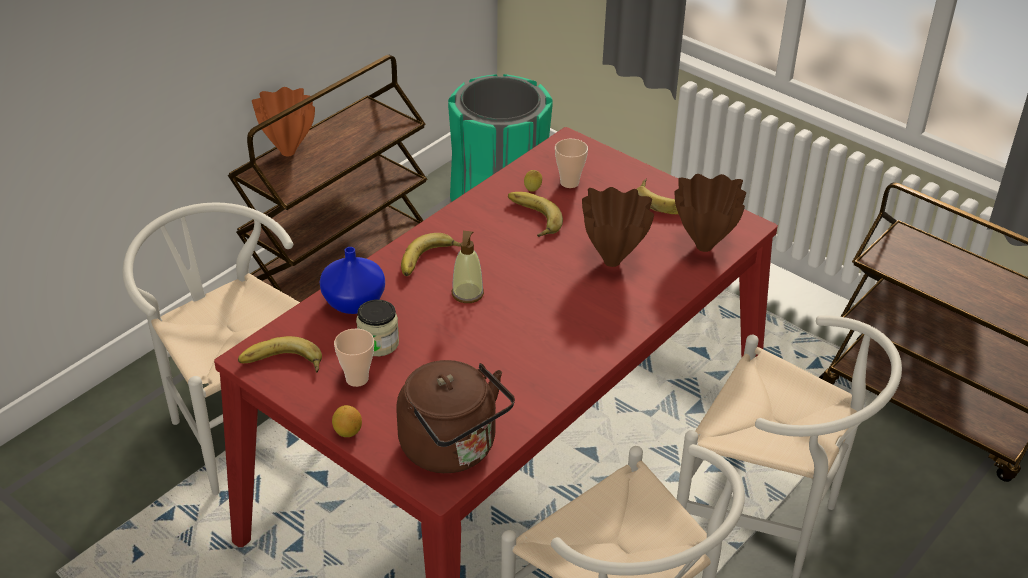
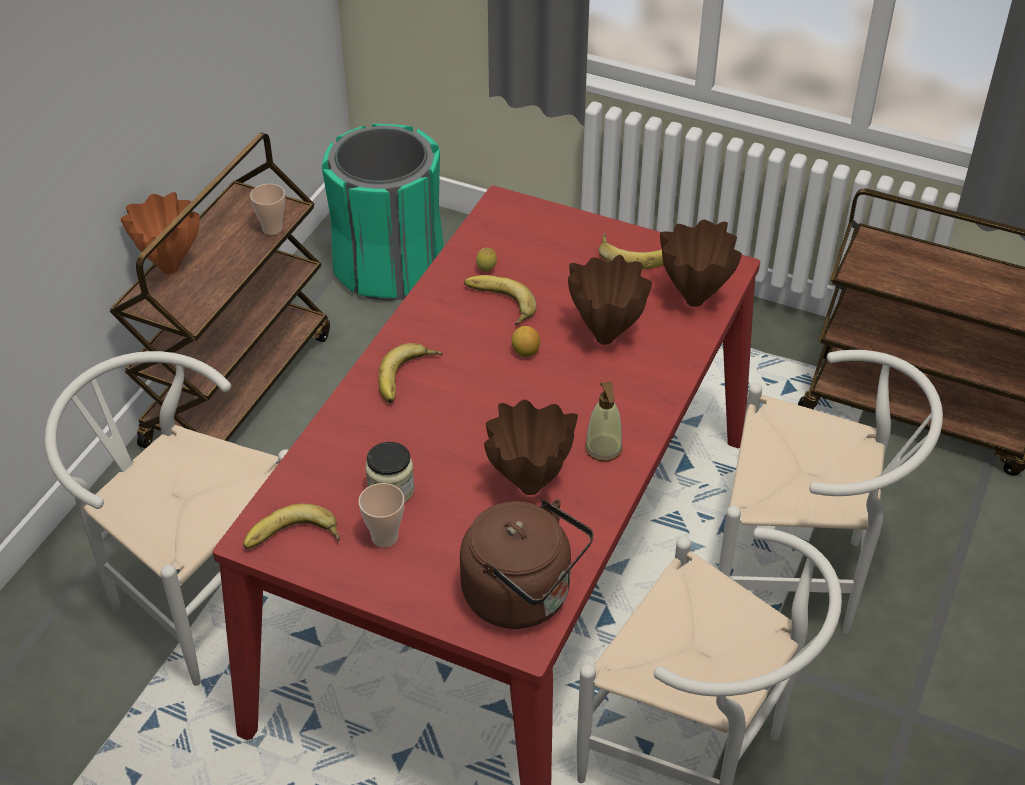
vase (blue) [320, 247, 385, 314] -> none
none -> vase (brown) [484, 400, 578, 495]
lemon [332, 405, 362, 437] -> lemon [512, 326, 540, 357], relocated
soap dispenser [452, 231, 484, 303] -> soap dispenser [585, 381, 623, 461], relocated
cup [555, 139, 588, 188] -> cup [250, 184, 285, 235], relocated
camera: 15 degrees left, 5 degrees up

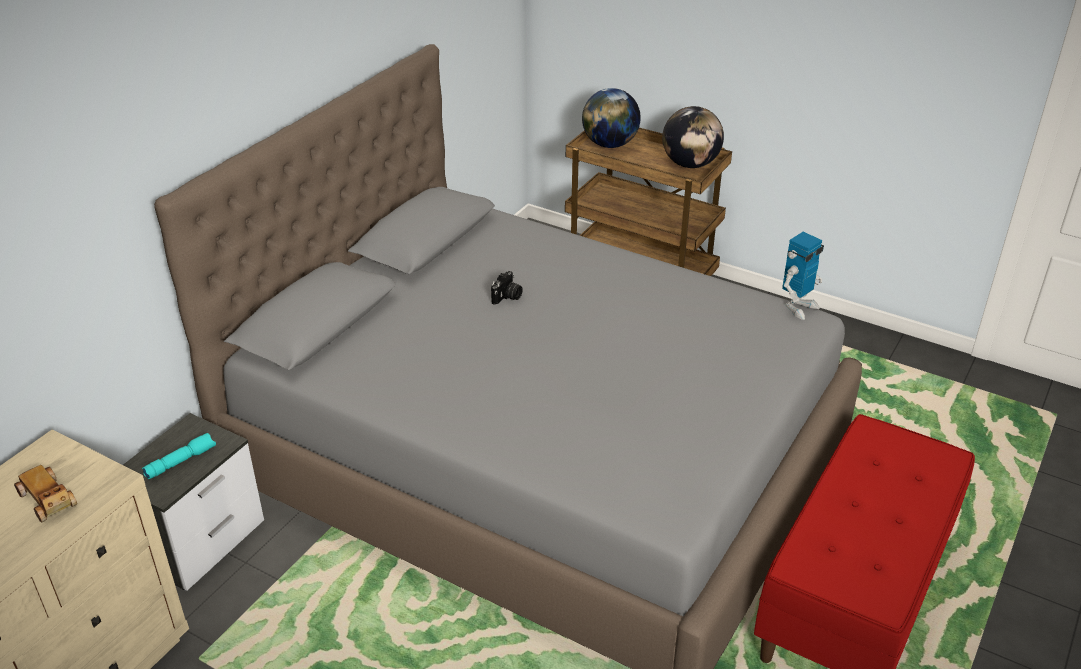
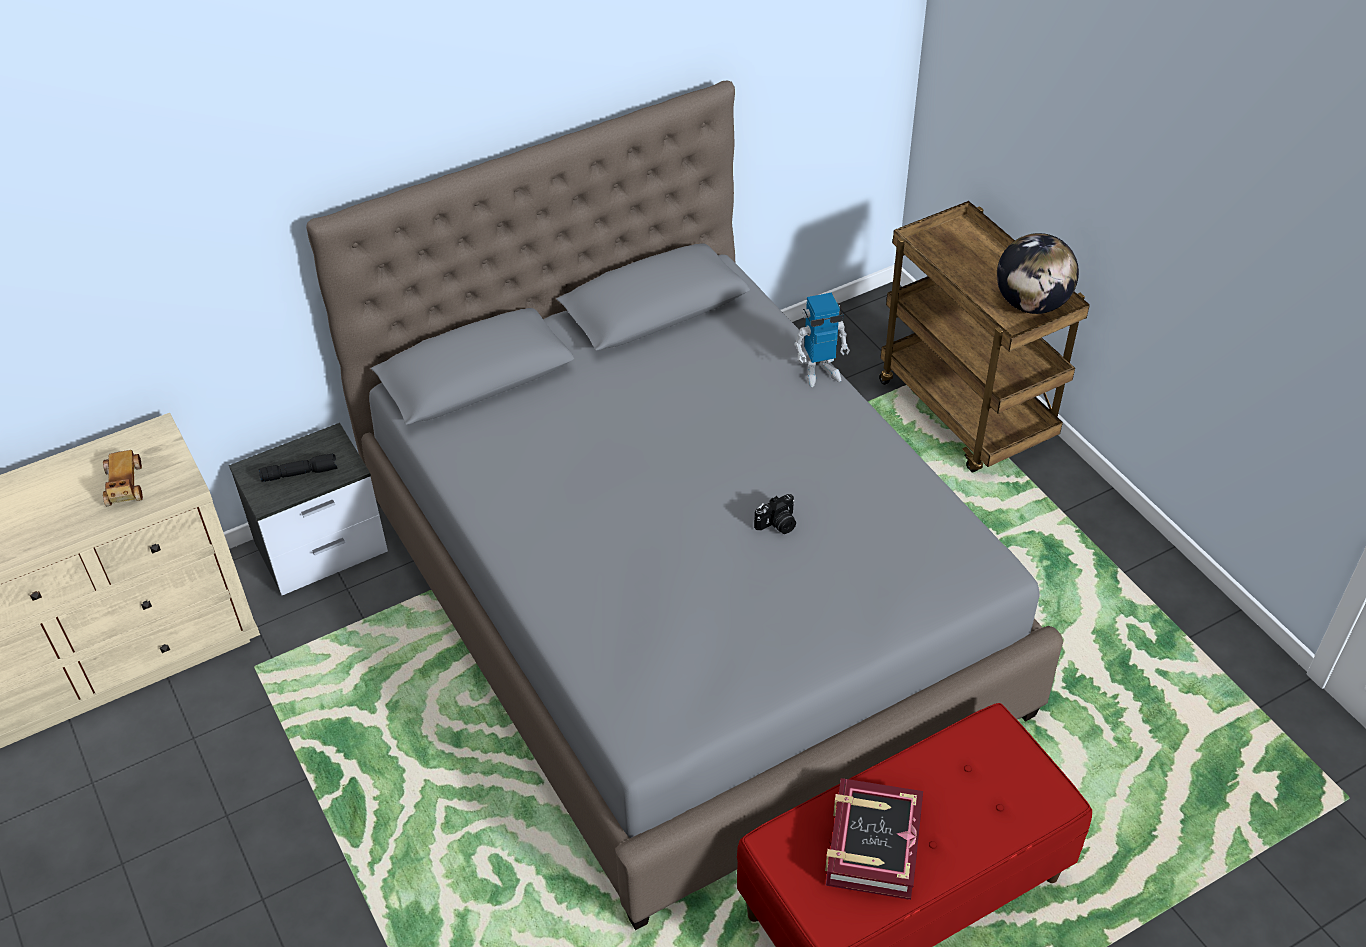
globe [582, 88, 641, 148] -> none
none -> book [825, 778, 923, 900]
photo camera [491, 271, 523, 305] -> photo camera [754, 494, 796, 534], relocated
toy robot [782, 232, 824, 320] -> toy robot [794, 293, 850, 387], relocated
flashlight (turquoise) [142, 433, 216, 480] -> flashlight (black) [259, 454, 338, 482]
camera: 30 degrees right, 10 degrees up

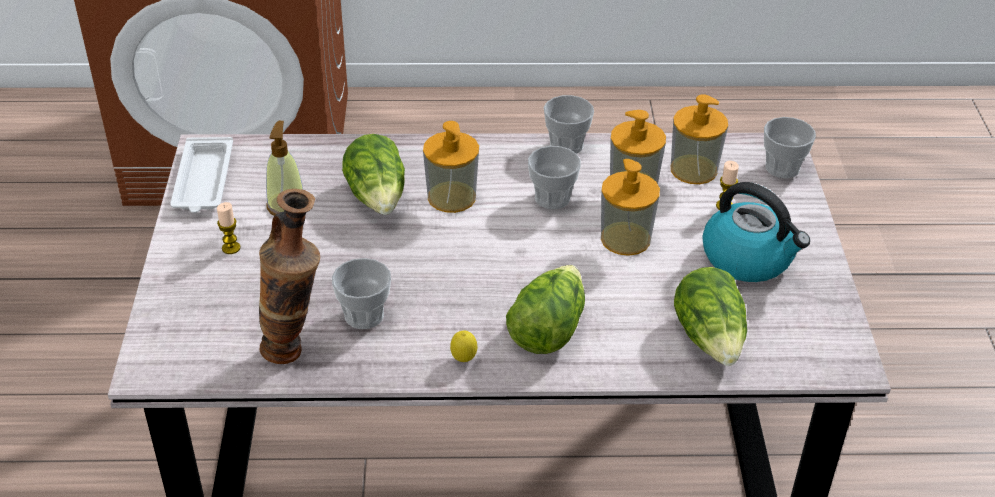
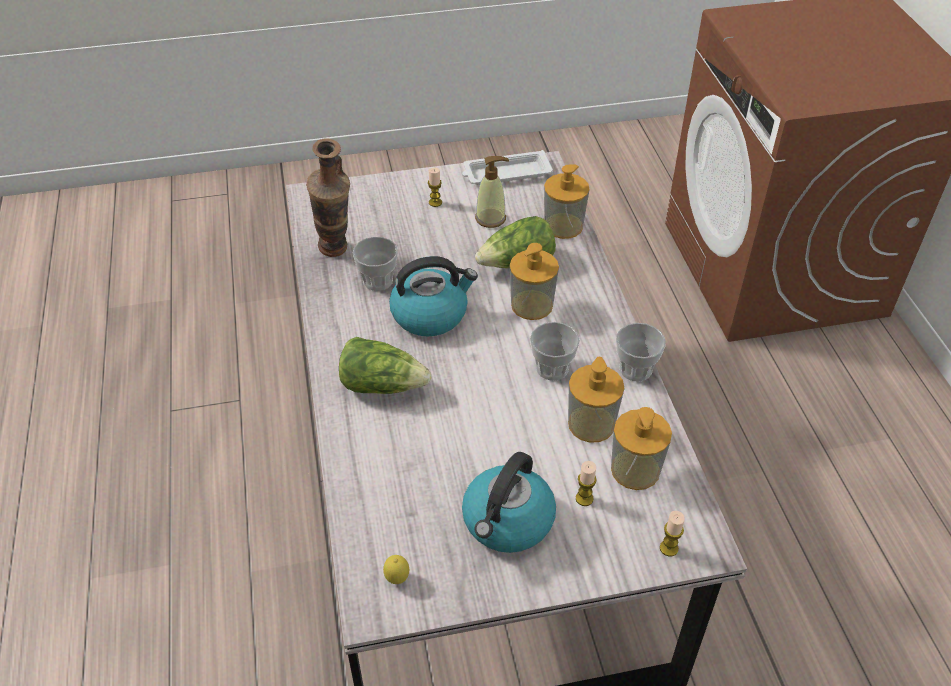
lettuce [674, 267, 747, 366] -> none
none -> kettle [389, 256, 478, 336]
lemon [450, 331, 477, 362] -> lemon [383, 555, 409, 584], relocated
soap dispenser [601, 159, 660, 256] -> soap dispenser [544, 165, 589, 239], relocated
cup [764, 117, 816, 178] -> candle [660, 511, 685, 557]
camera: 80 degrees right, 5 degrees up

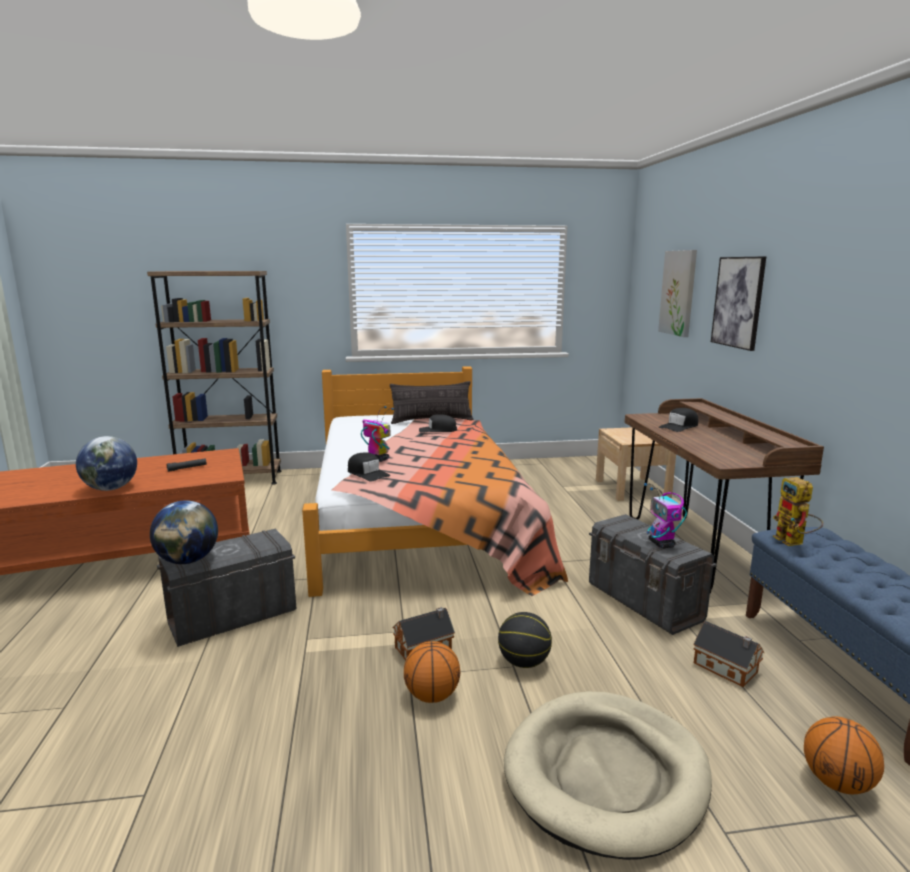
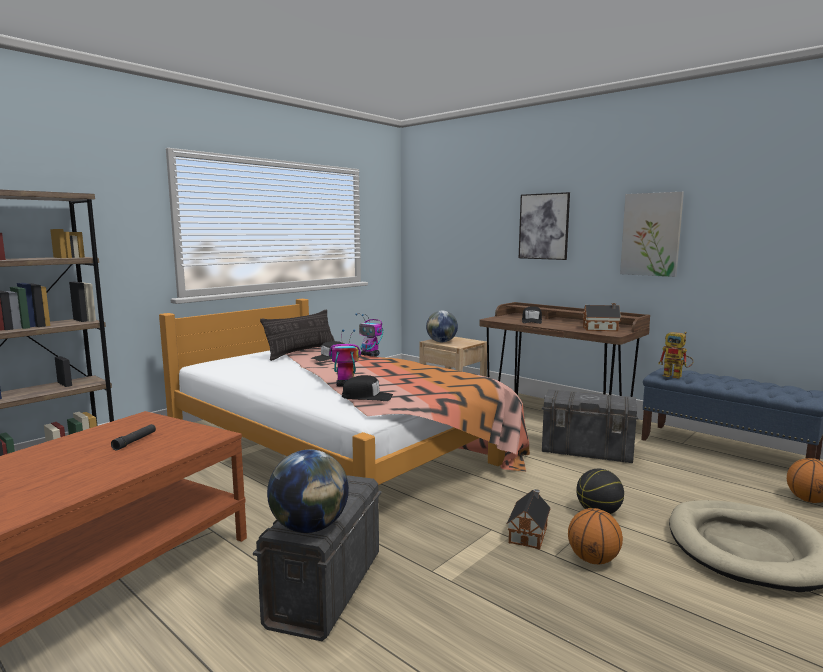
globe [76, 436, 137, 491] -> globe [426, 311, 458, 342], relocated
toy robot [644, 483, 687, 548] -> toy robot [355, 313, 383, 357], relocated
picture [658, 250, 697, 337] -> picture [620, 192, 684, 277], relocated
toy house [693, 621, 765, 687] -> toy house [583, 303, 621, 331], relocated
camera: 40 degrees left, 5 degrees down

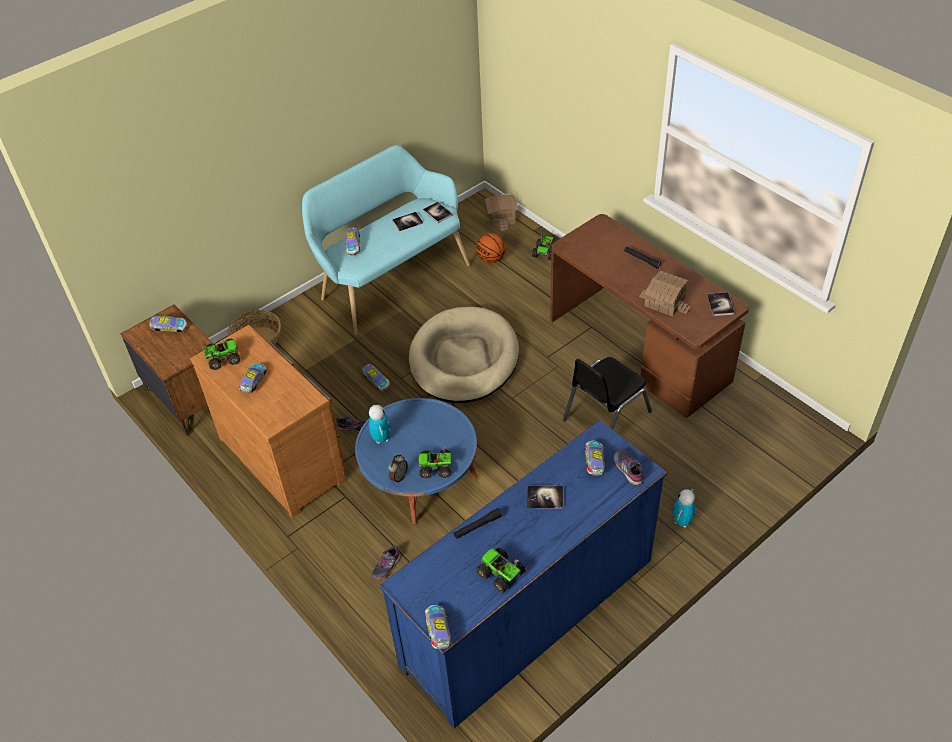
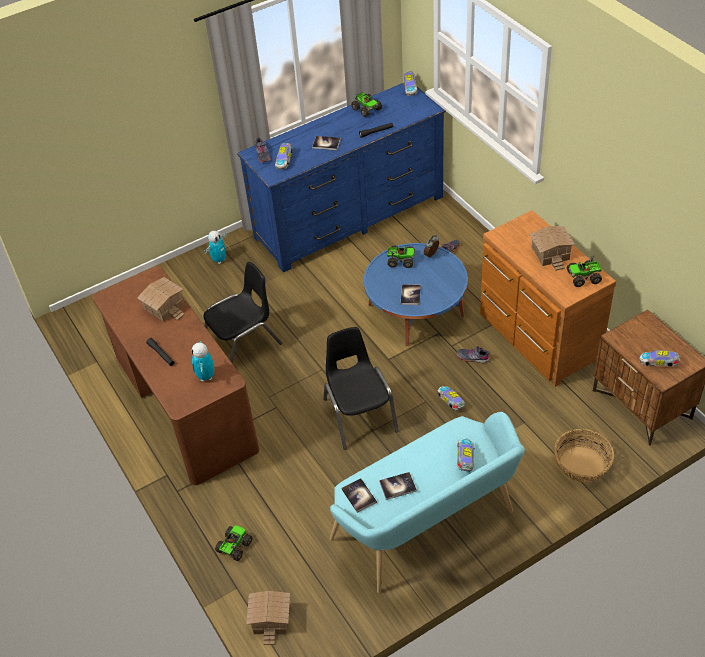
basketball [476, 233, 506, 263] -> none
toy robot [369, 404, 391, 444] -> toy robot [192, 341, 214, 381], relocated
book [707, 292, 735, 316] -> book [400, 284, 421, 305], relocated
toy car [239, 363, 267, 393] -> toy house [530, 226, 575, 271]
dog bed (beige) [409, 307, 519, 403] -> chair (black) [323, 327, 399, 450]
camera: 170 degrees left, 0 degrees up

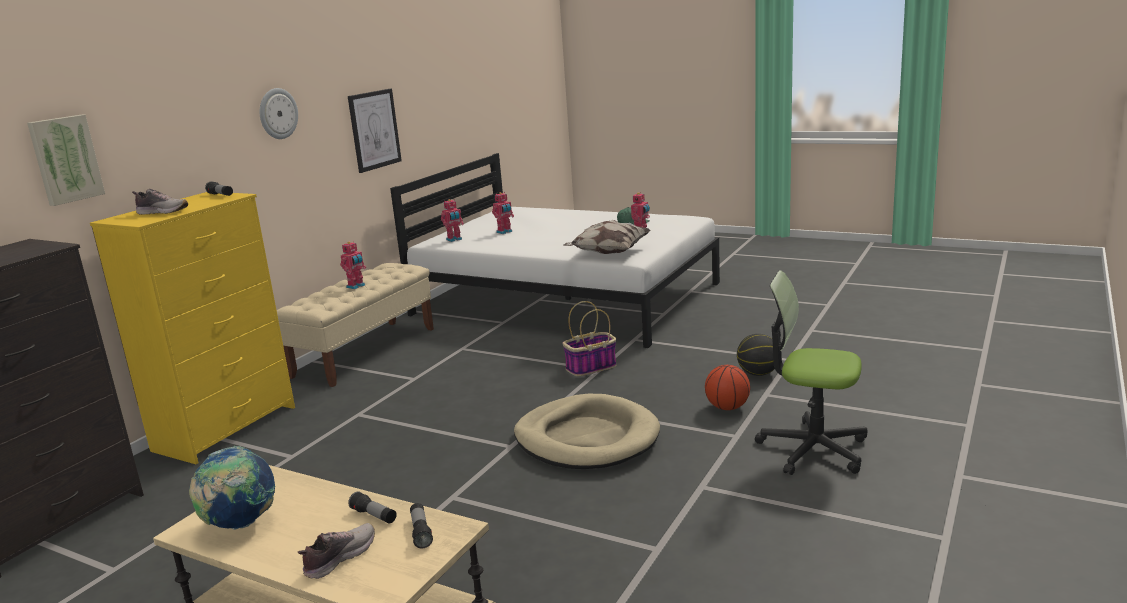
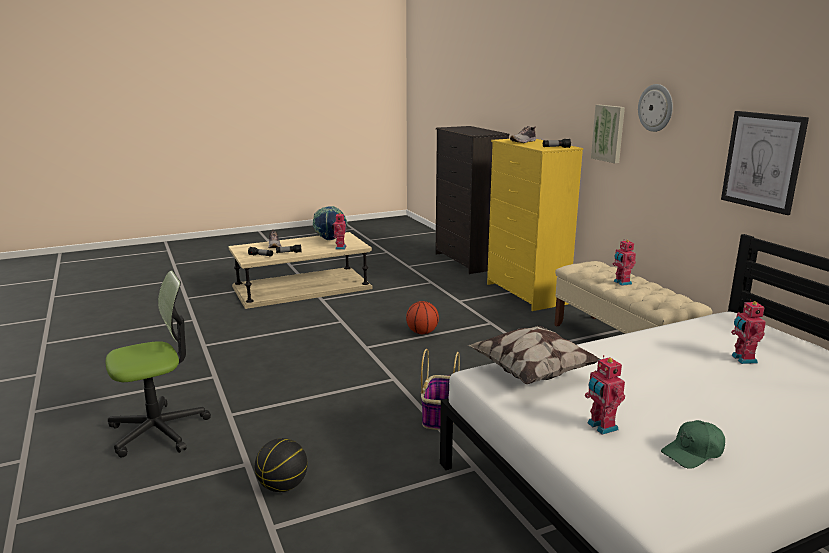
dog bed (beige) [514, 394, 660, 469] -> none
picture [27, 115, 105, 206] -> picture [591, 105, 625, 163], relocated
toy robot [441, 199, 464, 242] -> toy robot [332, 213, 347, 250], relocated
basketball [705, 365, 750, 410] -> basketball [406, 301, 439, 334], relocated
camera: 125 degrees right, 0 degrees up

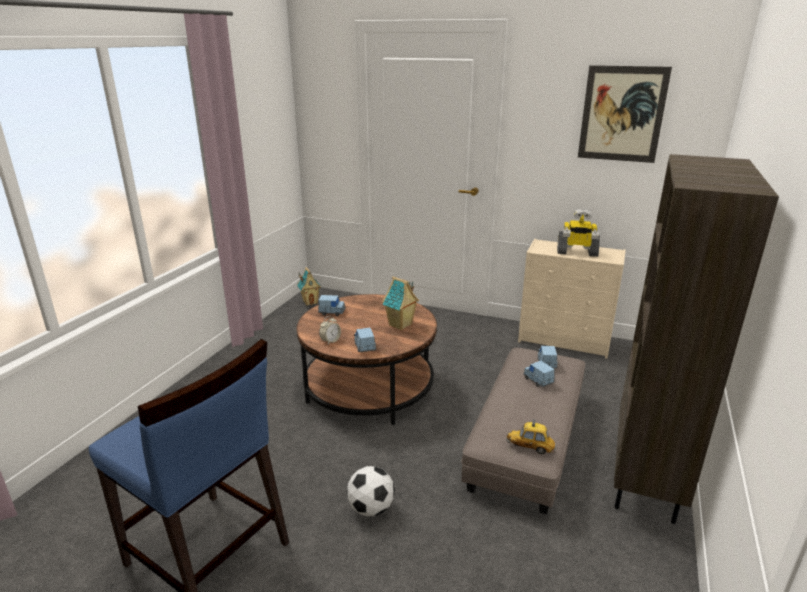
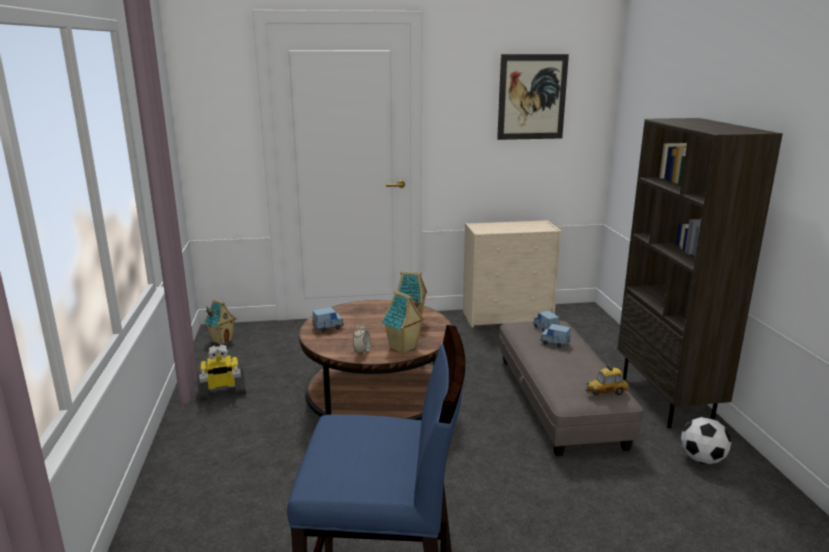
football [346, 466, 395, 516] -> football [681, 417, 731, 464], relocated
toy robot [557, 209, 600, 257] -> toy robot [197, 345, 246, 400], relocated
toy car (blue) [354, 328, 376, 352] -> toy house [381, 290, 425, 354]
camera: 30 degrees left, 5 degrees down

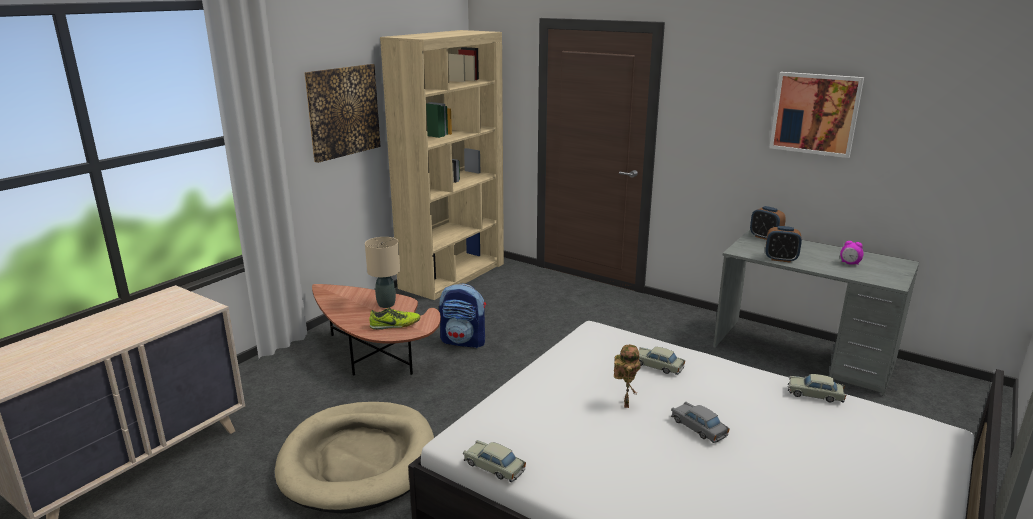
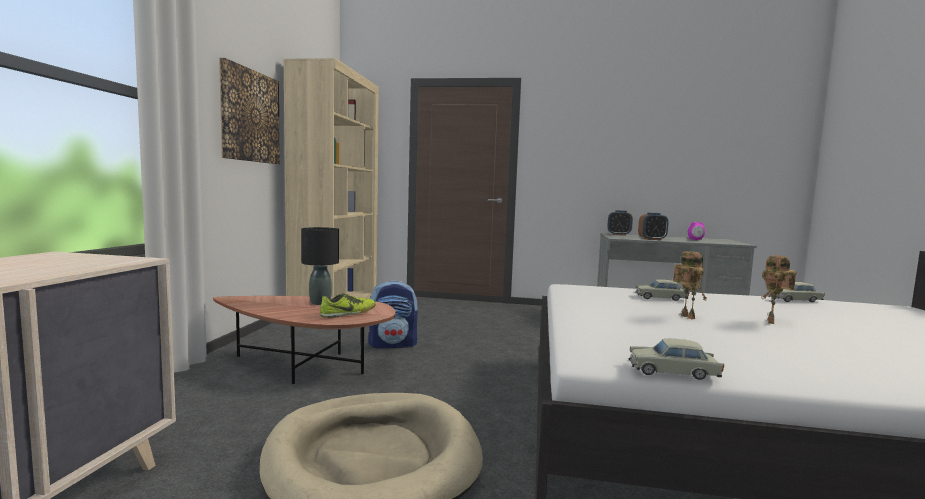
picture [769, 72, 864, 158] -> none
toy car (grey) [671, 402, 730, 443] -> toy robot [761, 255, 797, 324]
table lamp (beige) [365, 237, 400, 308] -> table lamp (black) [301, 227, 339, 305]
camera: 25 degrees left, 15 degrees down

